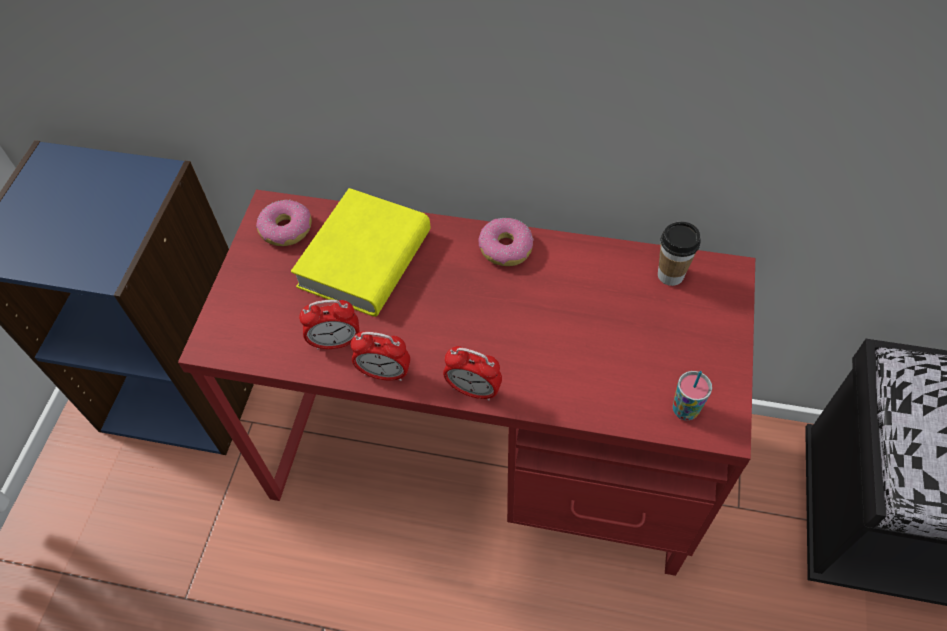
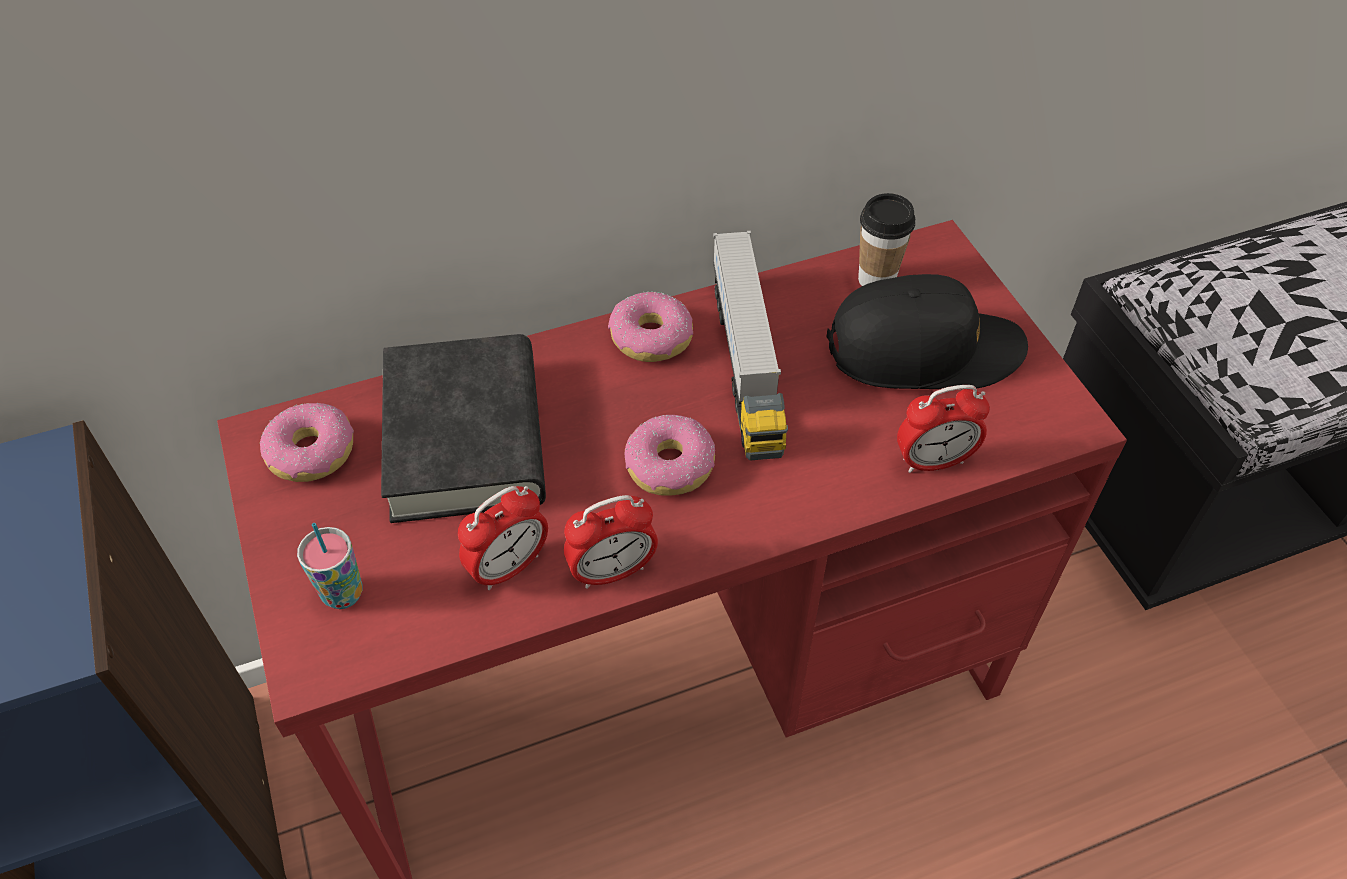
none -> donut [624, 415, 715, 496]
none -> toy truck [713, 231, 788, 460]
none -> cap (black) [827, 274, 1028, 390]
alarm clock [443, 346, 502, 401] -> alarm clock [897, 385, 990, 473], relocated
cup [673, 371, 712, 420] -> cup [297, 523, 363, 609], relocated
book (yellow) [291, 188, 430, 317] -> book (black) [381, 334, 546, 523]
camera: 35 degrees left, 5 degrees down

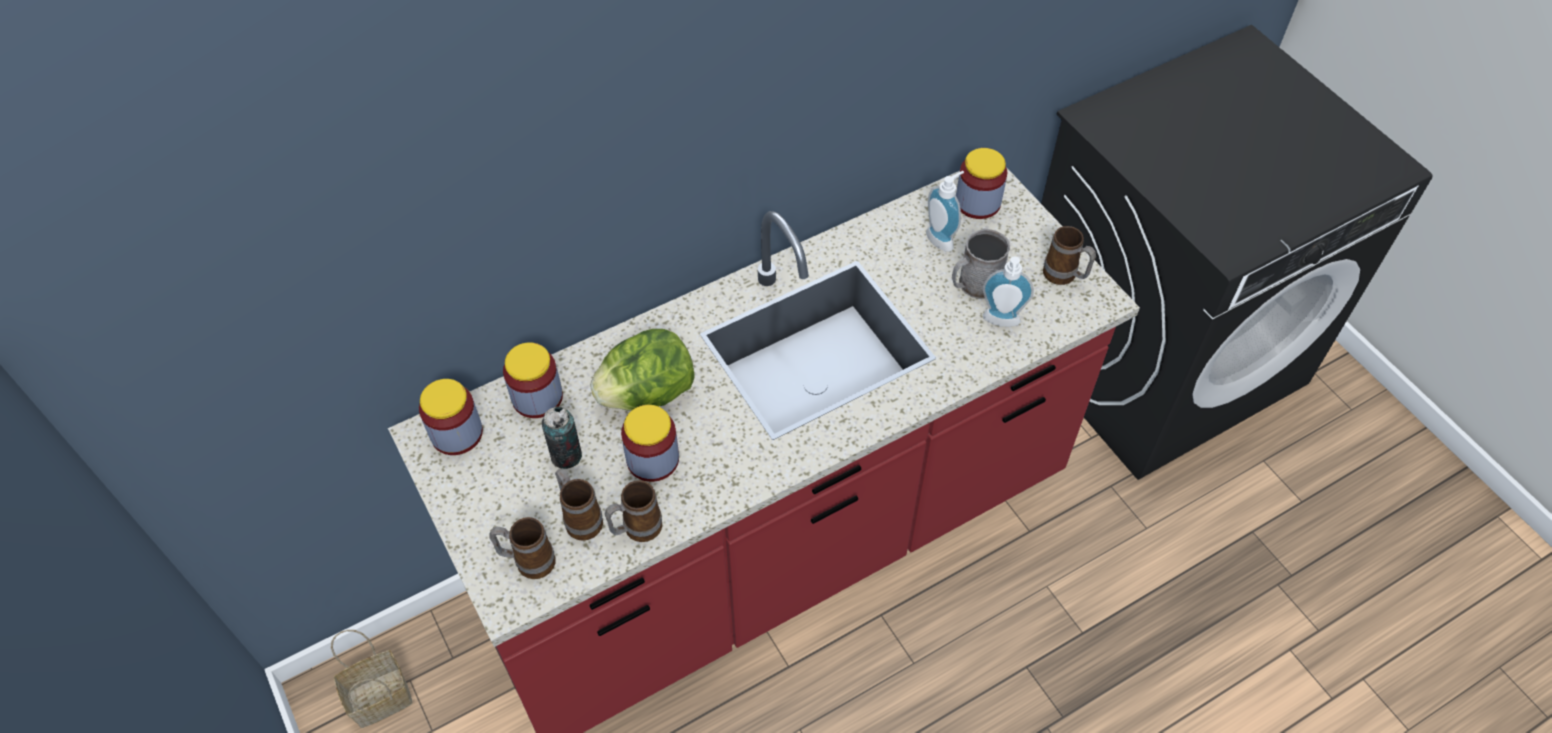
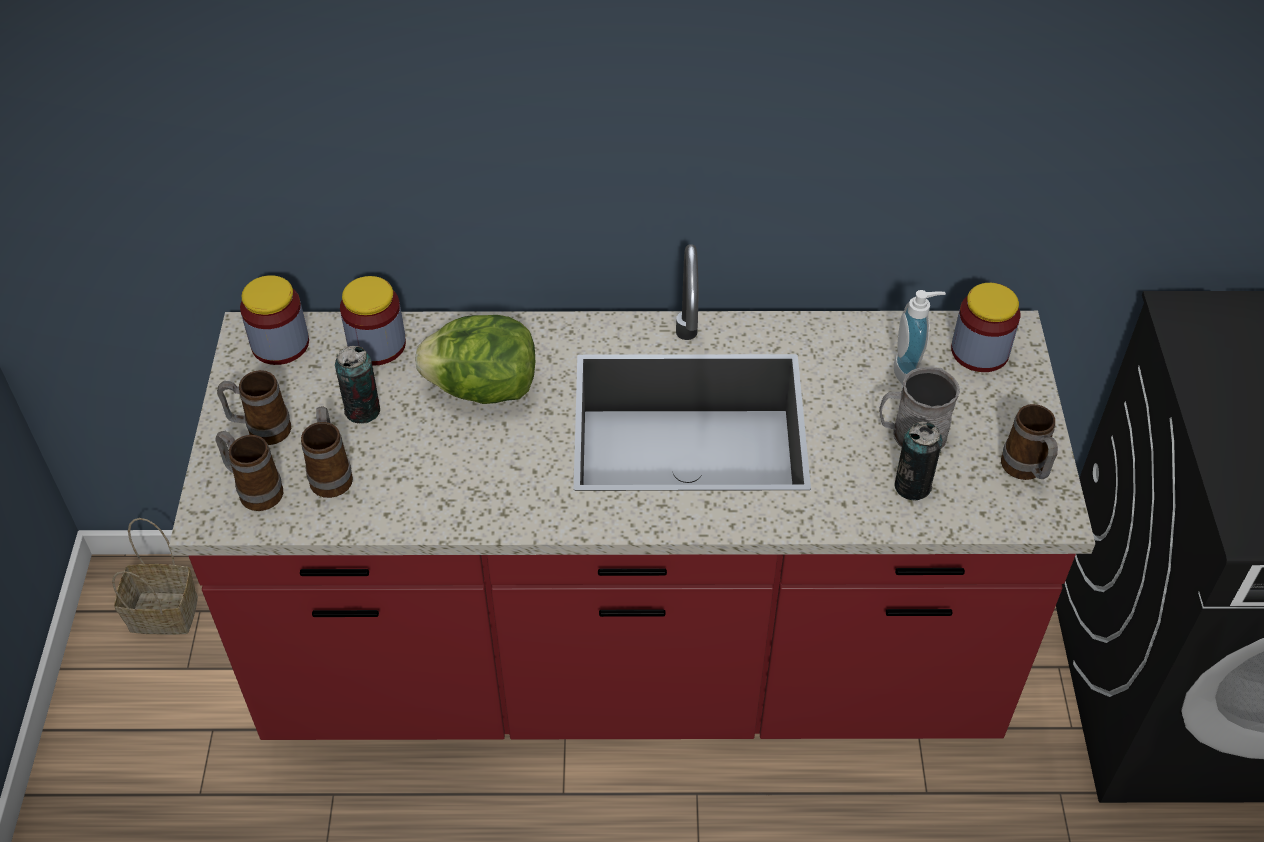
jar [621, 405, 679, 482] -> none
mug [605, 480, 662, 542] -> mug [217, 370, 291, 445], relocated
soap dispenser [983, 256, 1034, 327] -> can [895, 421, 942, 501]
camera: 30 degrees right, 5 degrees down

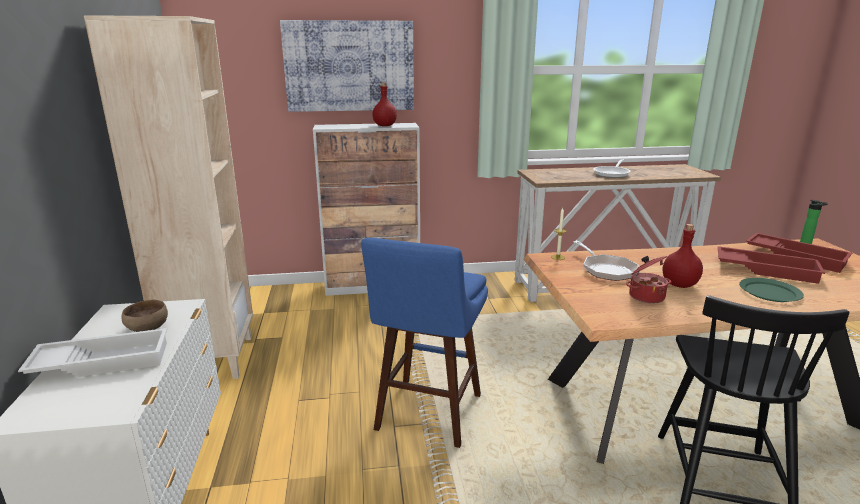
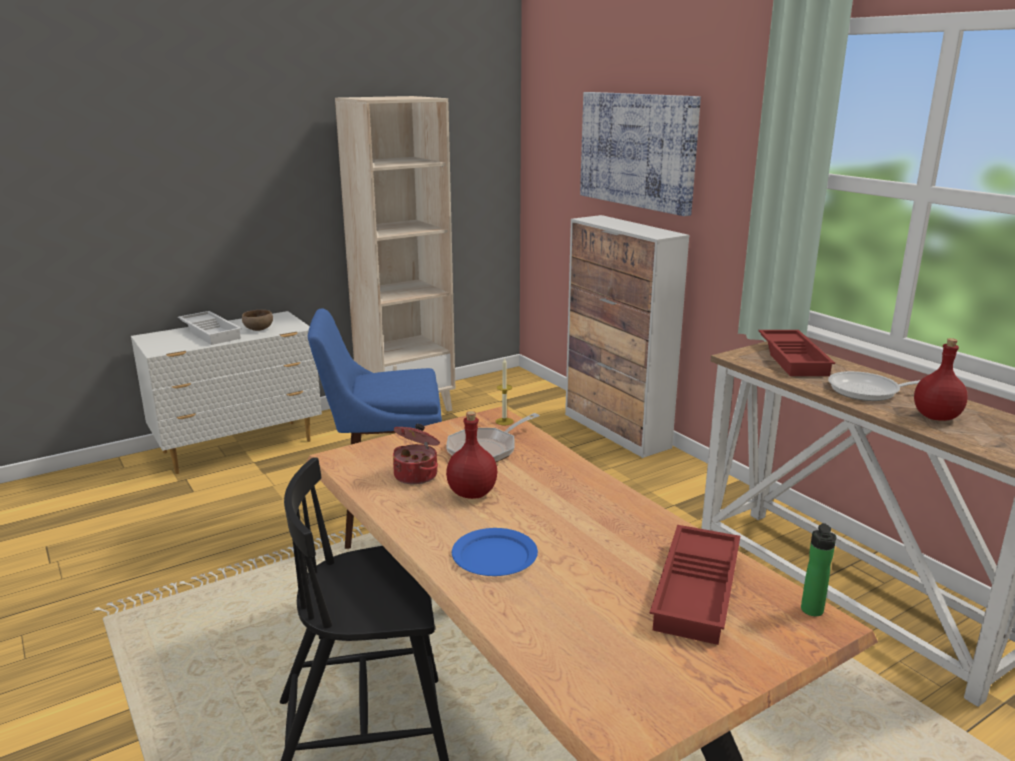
bottle (red) [372, 83, 397, 126] -> bottle (red) [914, 338, 968, 421], relocated
tray (red) [718, 246, 825, 284] -> tray (red) [758, 330, 835, 376], relocated
plate (green) [739, 278, 804, 302] -> plate (blue) [452, 528, 538, 576]
camera: 65 degrees right, 0 degrees up

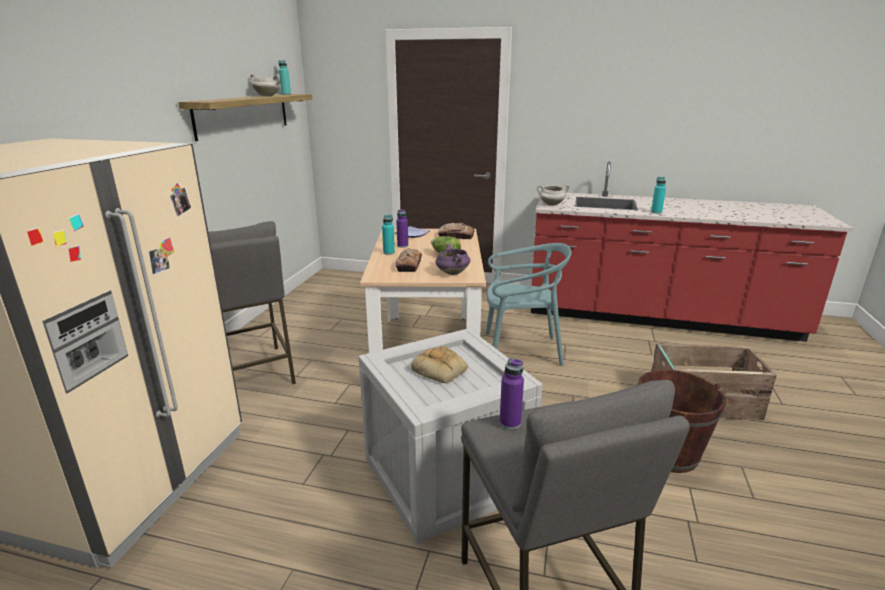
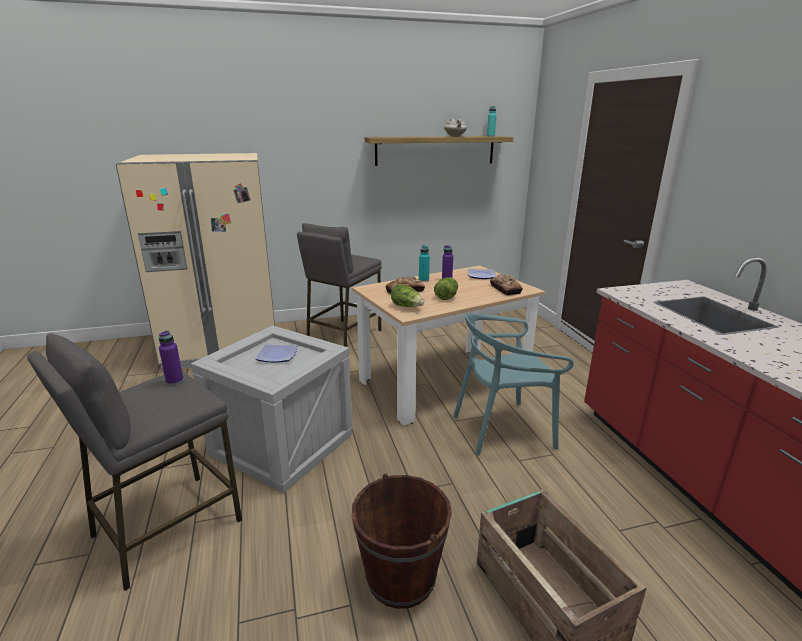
cooking pot (white) [537, 185, 569, 205] -> none
bottle (turquoise) [651, 177, 666, 214] -> none
bread [411, 346, 468, 384] -> plate [256, 344, 297, 363]
cooking pot (purple) [435, 244, 470, 275] -> lettuce [391, 284, 424, 307]
chair (turquoise) [485, 243, 572, 366] -> chair (turquoise) [453, 313, 574, 455], 105 degrees clockwise
camera: 60 degrees right, 0 degrees up

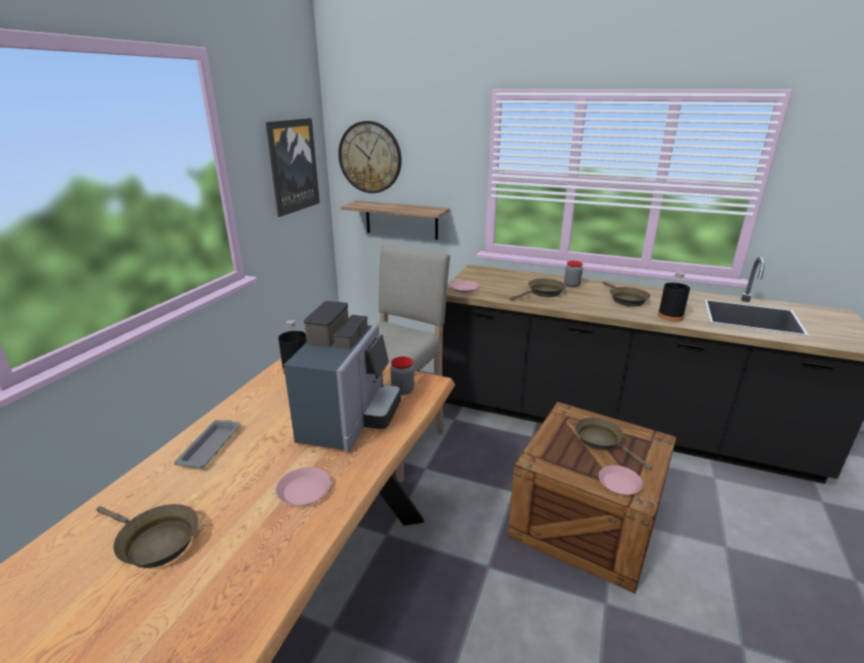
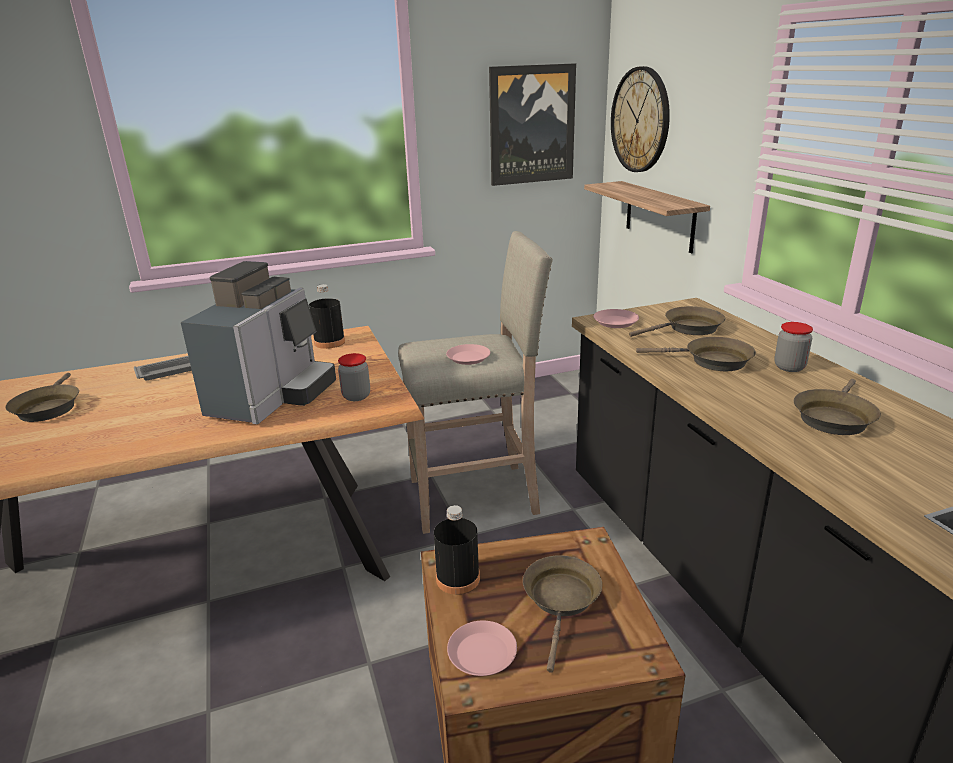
none -> frying pan (brown) [629, 306, 726, 337]
plate (pink) [276, 467, 331, 506] -> plate (pink) [446, 344, 490, 365], relocated
bottle (black) [658, 272, 690, 322] -> bottle (black) [434, 505, 480, 595], relocated
coffee machine [284, 301, 401, 452] -> coffee machine [181, 261, 336, 424], 45 degrees counterclockwise
camera: 50 degrees right, 0 degrees up

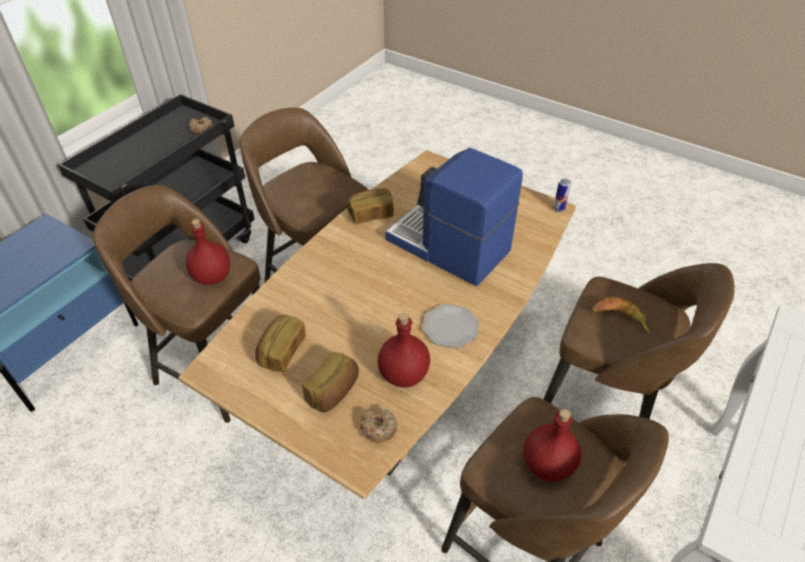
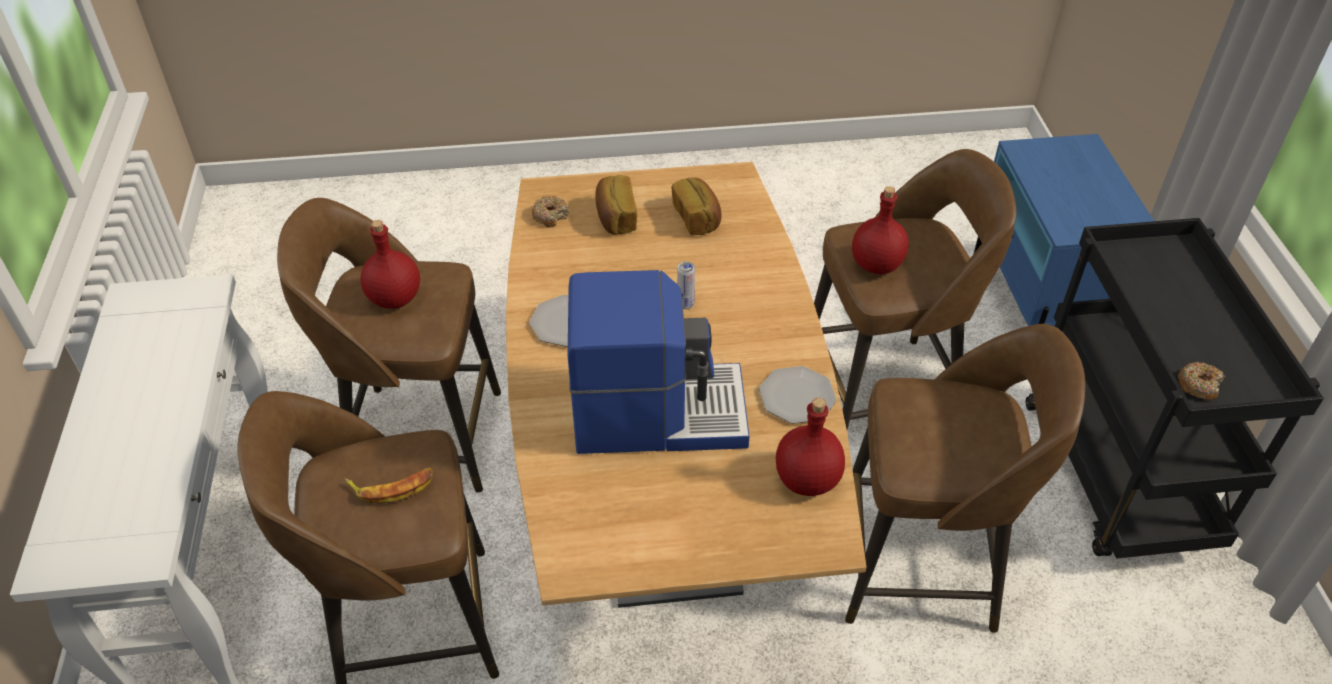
bottle (red) [377, 313, 430, 388] -> bottle (red) [776, 398, 845, 496], relocated
can [553, 178, 571, 212] -> can [677, 261, 695, 309], relocated
bread [347, 188, 394, 224] -> plate [759, 366, 837, 424]
camera: 140 degrees right, 0 degrees up

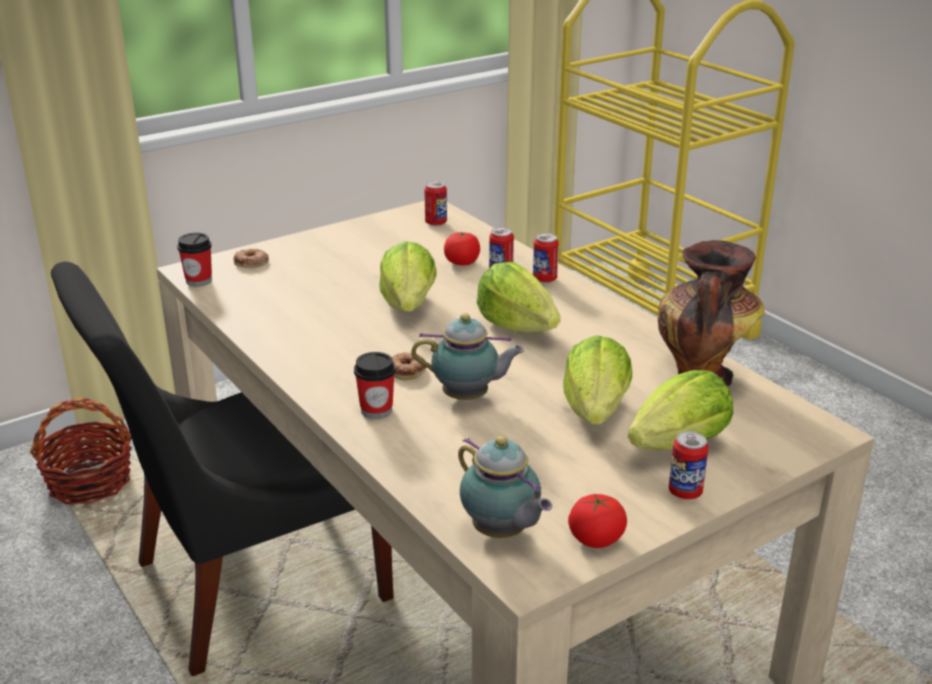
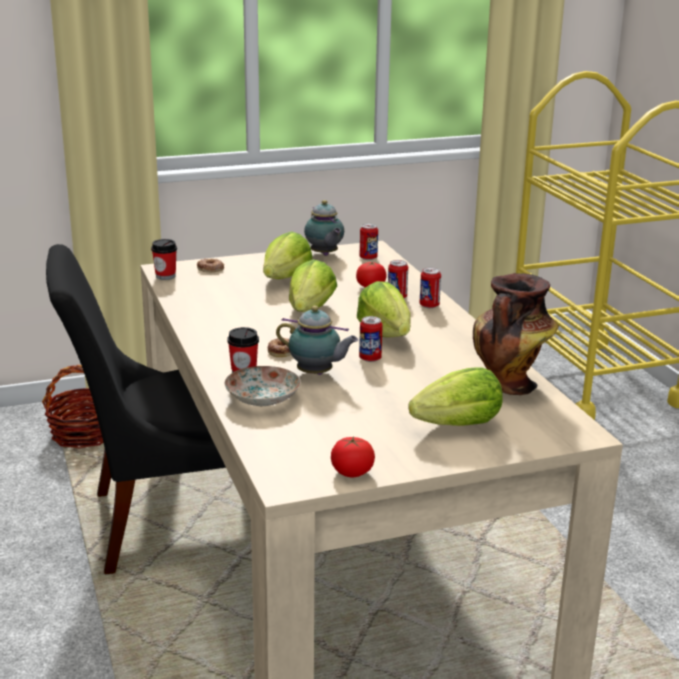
none -> plate [224, 366, 301, 406]
teapot [458, 436, 552, 538] -> teapot [304, 200, 344, 256], relocated
lettuce [563, 335, 632, 425] -> lettuce [263, 231, 313, 279], relocated
can [669, 431, 709, 500] -> can [359, 316, 383, 362], relocated
camera: 15 degrees right, 5 degrees down

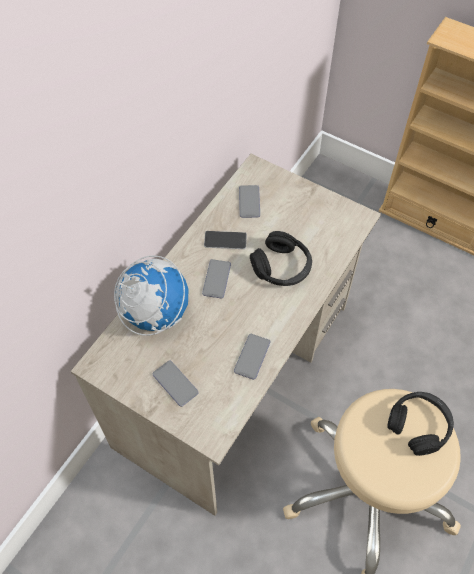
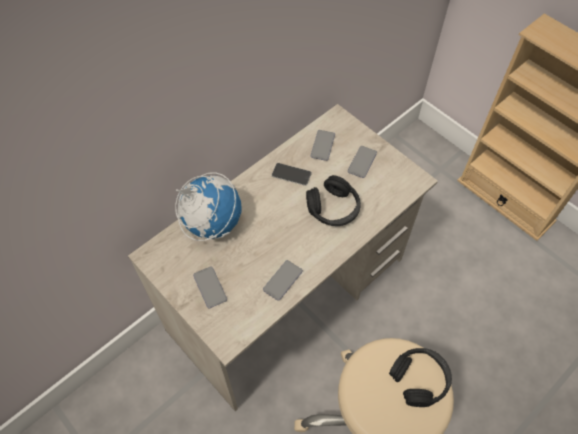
phone [202, 259, 231, 299] -> phone [348, 146, 377, 178], relocated
camera: 15 degrees right, 0 degrees up

